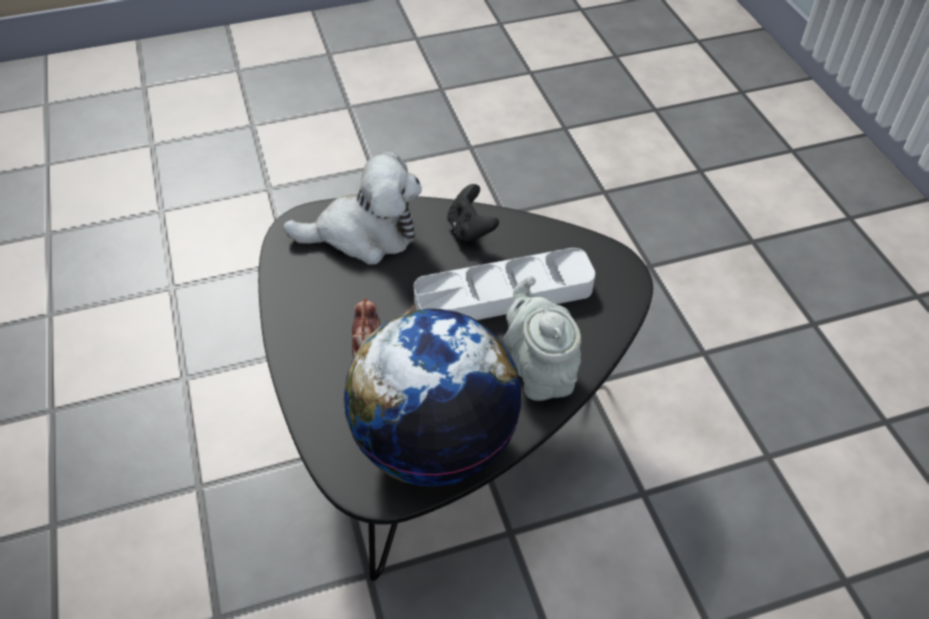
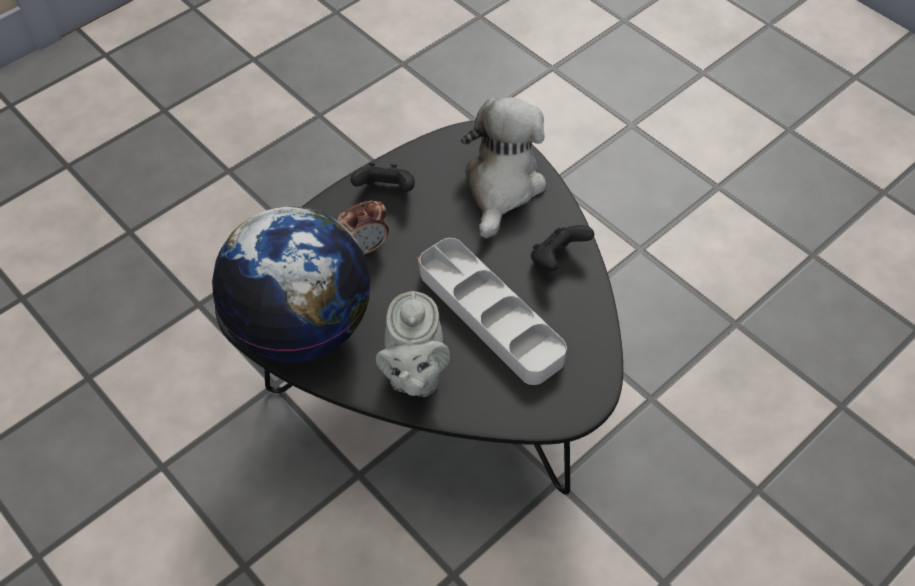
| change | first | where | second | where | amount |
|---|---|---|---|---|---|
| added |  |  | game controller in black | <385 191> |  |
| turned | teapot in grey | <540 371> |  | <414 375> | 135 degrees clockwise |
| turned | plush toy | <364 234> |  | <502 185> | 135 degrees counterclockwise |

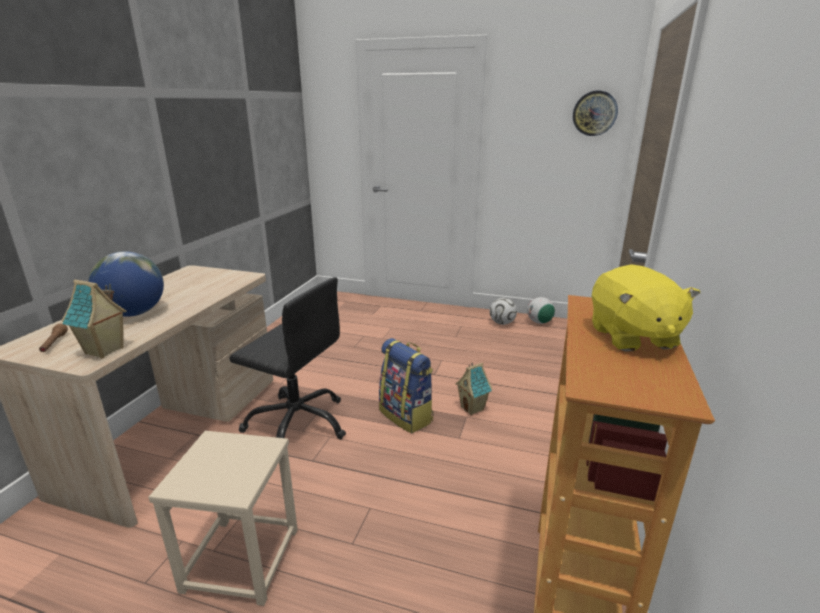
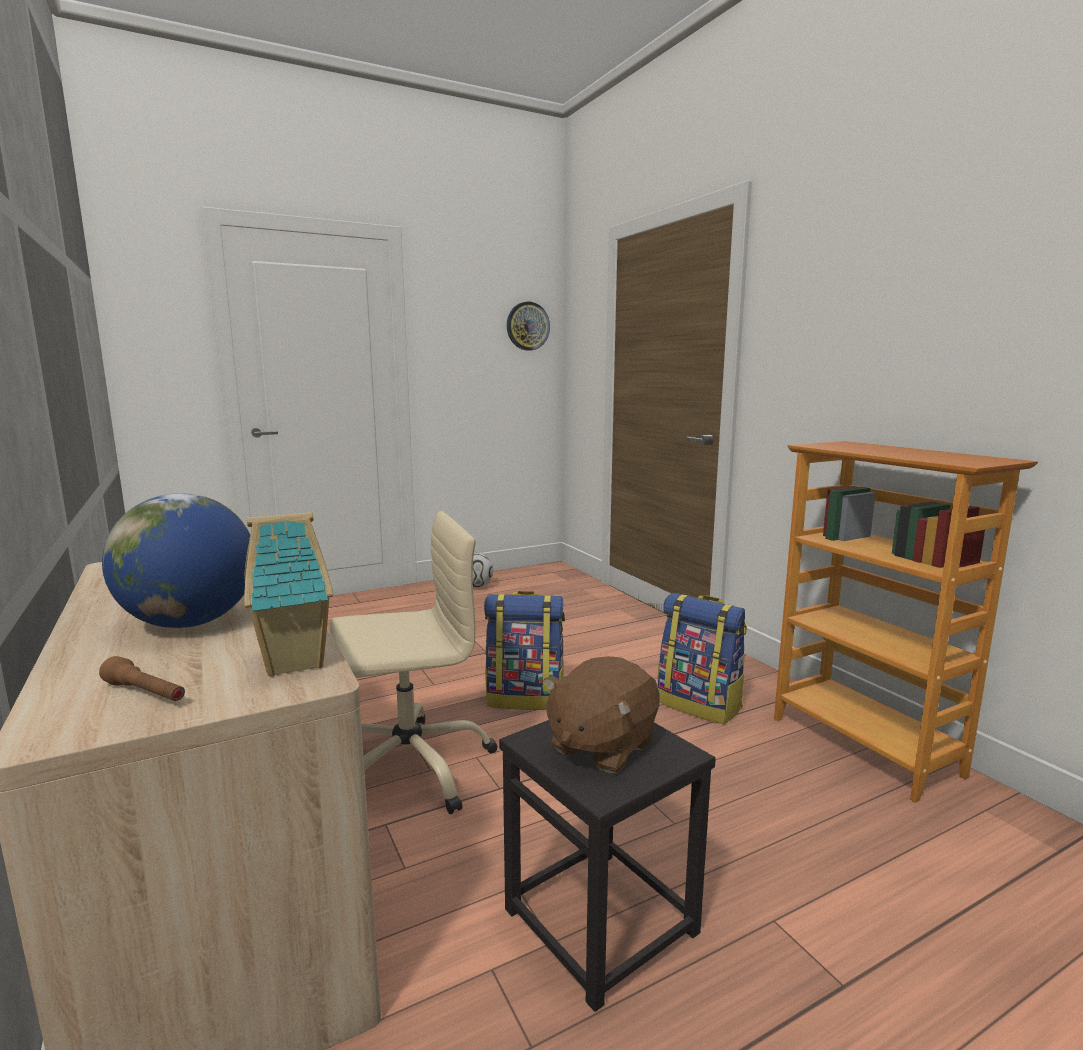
| change | first | where | second | where | amount |
|---|---|---|---|---|---|
| recoloured | office chair in black | <297 423> | office chair in beige | <409 767> |  |
| recoloured | stool in beige | <242 559> | stool in black | <602 920> |  |
| added |  |  | plush toy in brown | <601 746> |  |
| added |  |  | backpack | <700 705> |  |
| removed | toy house | <473 408> |  |  |  |
| removed | football | <539 322> |  |  |  |
| removed | plush toy in yellow | <631 337> |  |  |  |

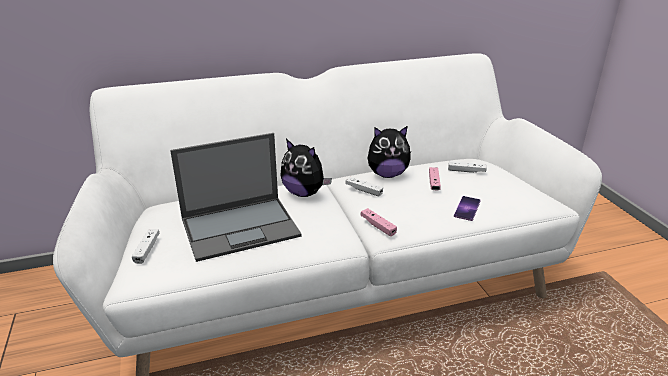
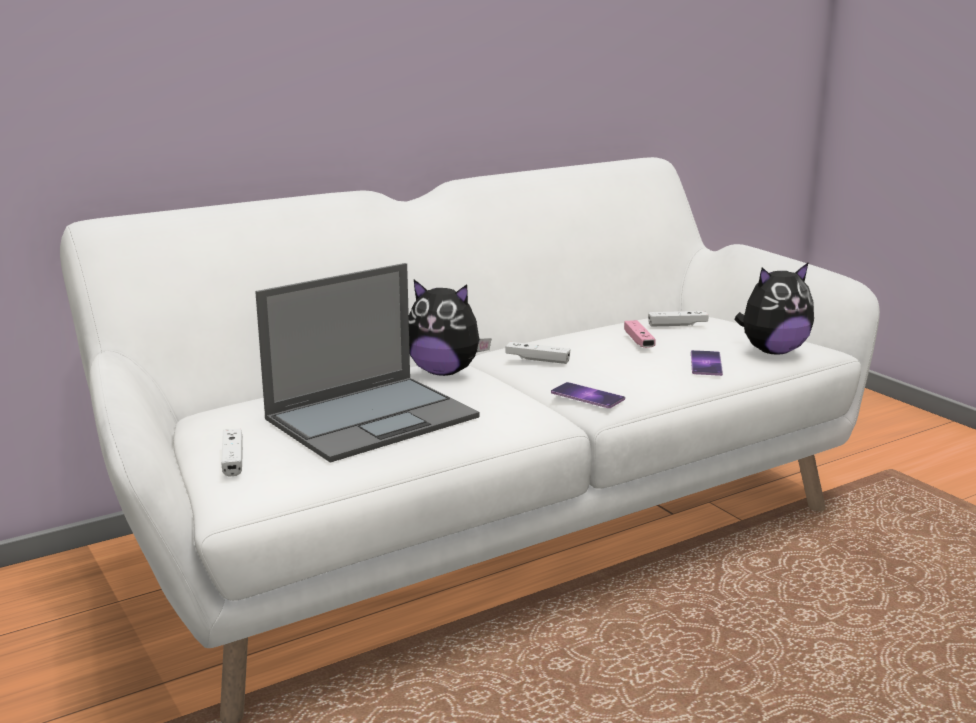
| change | first | where | second | where | amount |
|---|---|---|---|---|---|
| replaced | game controller in pink | <378 226> | phone | <587 396> |  |
| moved | plush toy | <387 174> |  | <772 351> |  |

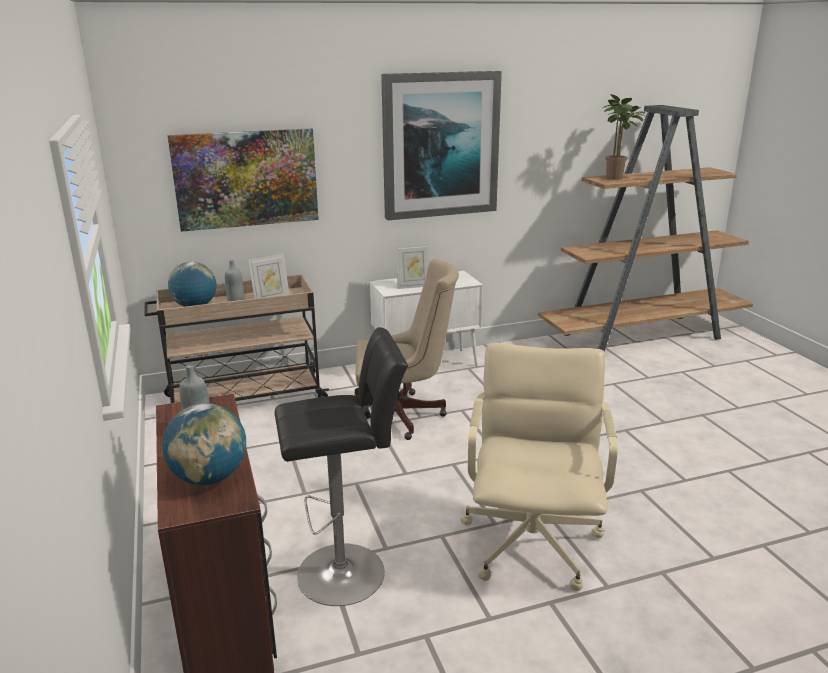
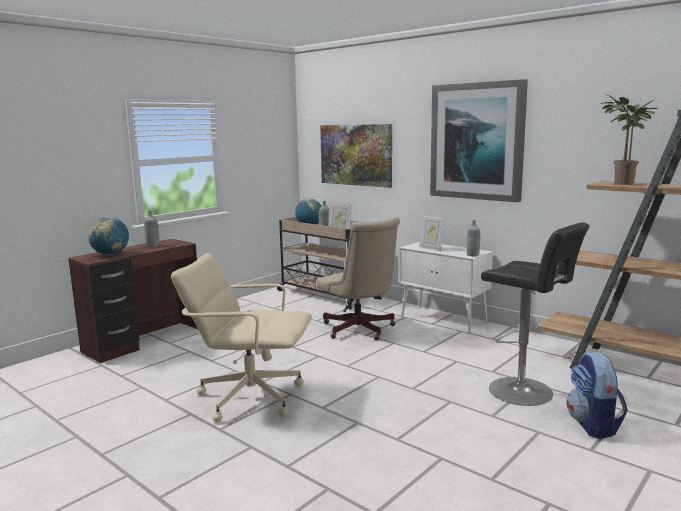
| change | first | where | second | where | amount |
|---|---|---|---|---|---|
| turned | office chair in beige | <532 543> |  | <249 397> | 150 degrees counterclockwise |
| added |  |  | bottle in grey | <472 255> |  |
| moved | stool in black | <348 572> |  | <525 392> |  |
| added |  |  | backpack | <593 425> |  |

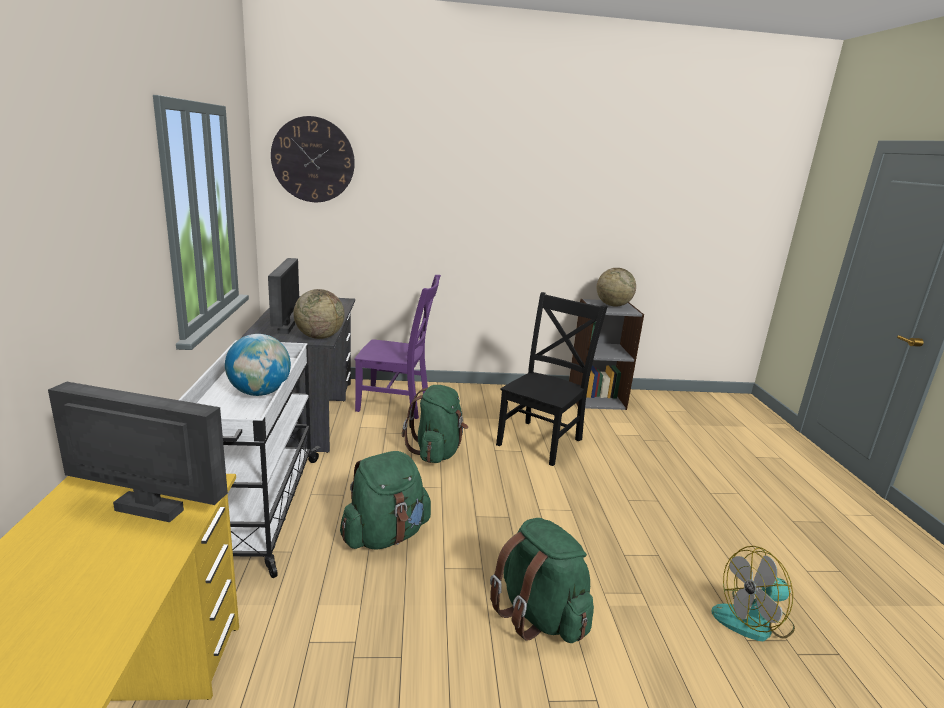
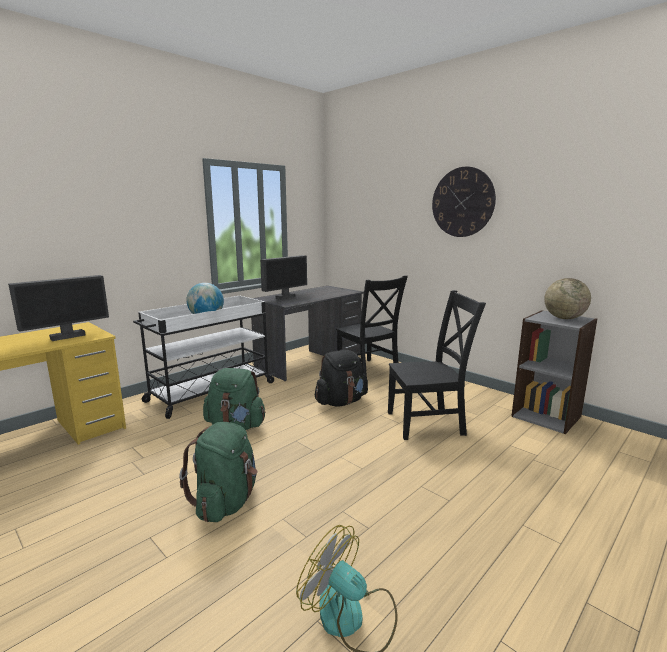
| change | first | where | second | where | amount |
|---|---|---|---|---|---|
| turned | monitor | <147 512> |  | <67 337> | 75 degrees clockwise |
| recoloured | backpack in green | <436 452> | backpack in black | <341 402> |  |
| recoloured | chair in purple | <397 403> | chair in black | <368 371> |  |
| moved | wall clock | <313 160> |  | <462 202> |  |
| removed | globe | <319 337> |  |  |  |

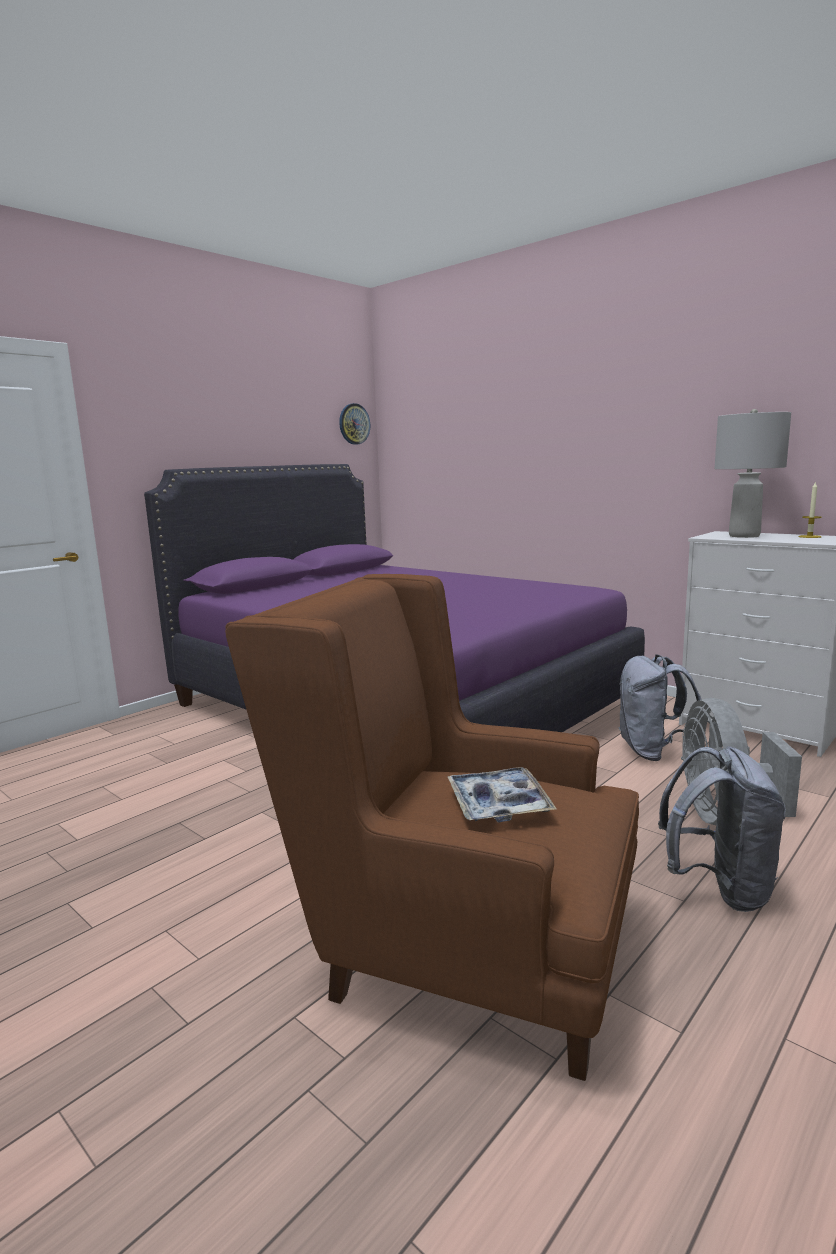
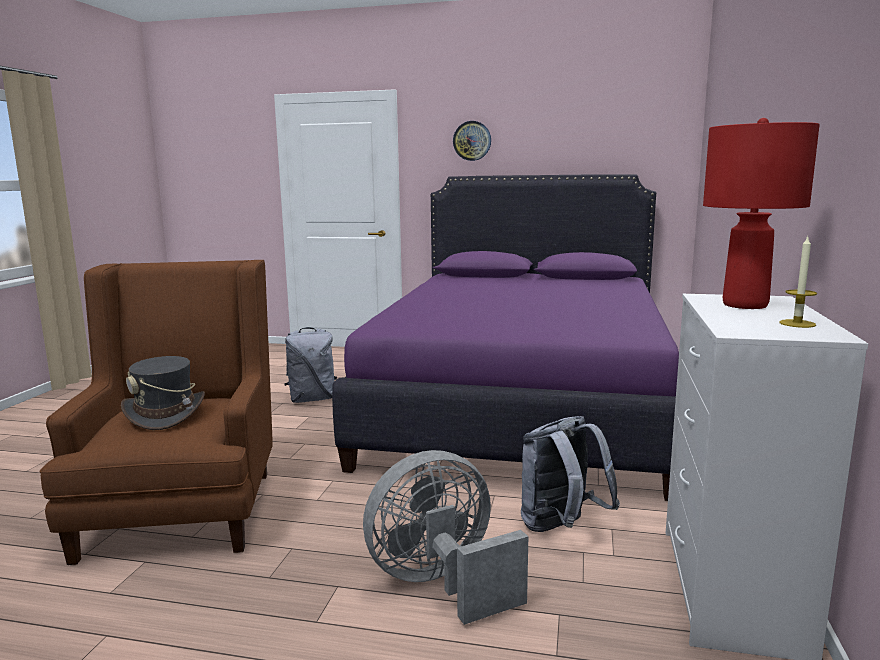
| change | first | where | second | where | amount |
|---|---|---|---|---|---|
| replaced | tray | <499 804> | hat in grey | <166 414> |  |
| moved | backpack in grey | <719 888> |  | <312 399> |  |
| moved | wall clock | <354 424> |  | <472 141> |  |
| recoloured | table lamp in grey | <745 536> | table lamp in red | <745 305> |  |

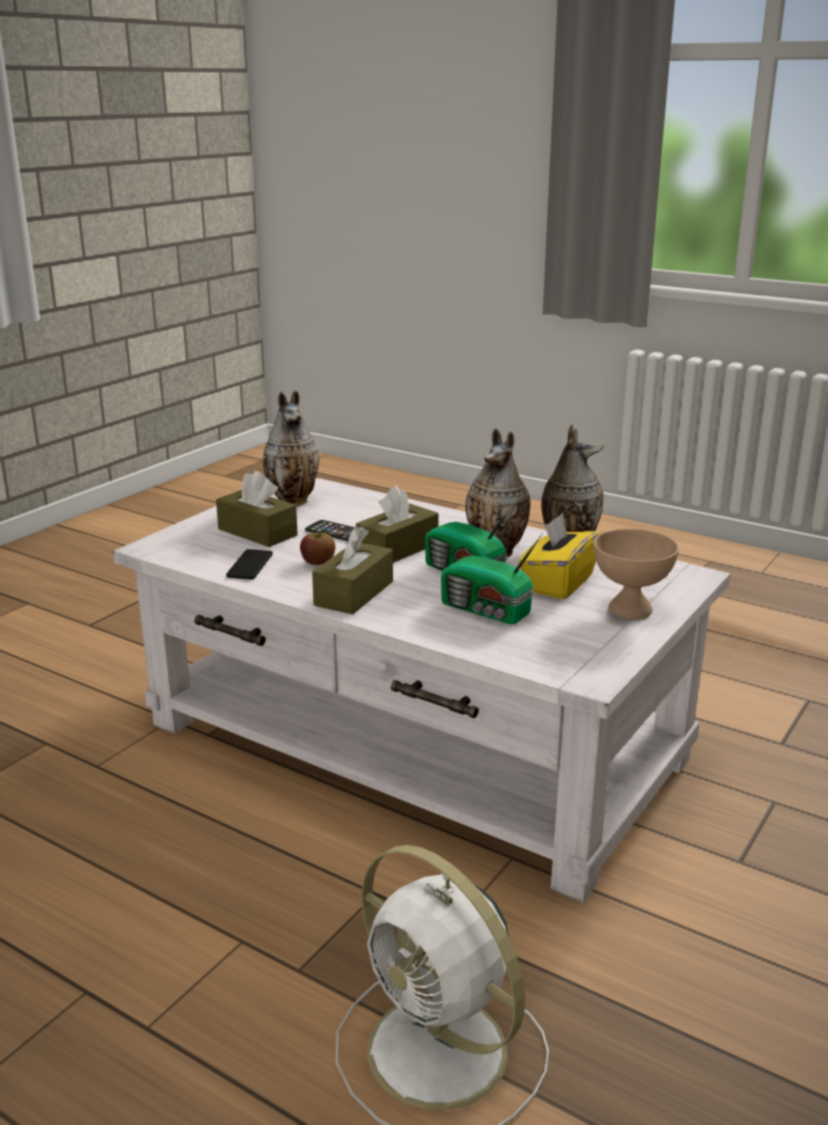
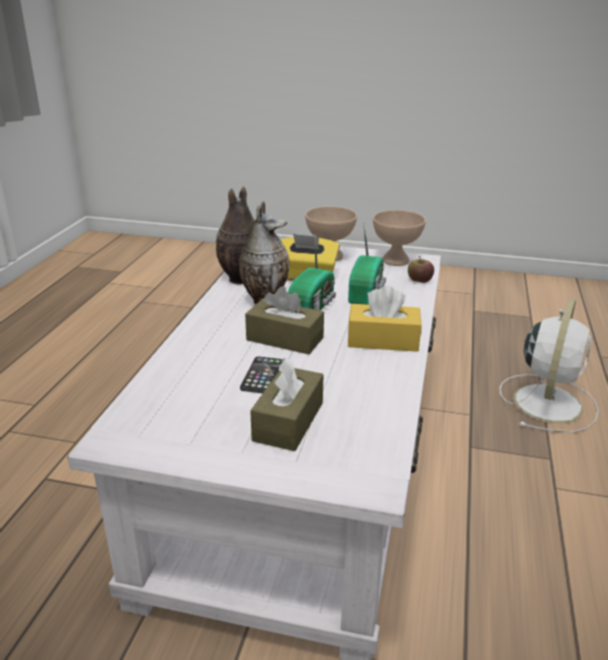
| change | first | where | second | where | amount |
|---|---|---|---|---|---|
| recoloured | tissue box in brown | <354 593> | tissue box in yellow | <383 340> |  |
| added |  |  | bowl in beige | <396 260> |  |
| moved | apple | <318 561> |  | <419 280> |  |
| removed | phone | <250 565> |  |  |  |
| removed | vase | <294 501> |  |  |  |

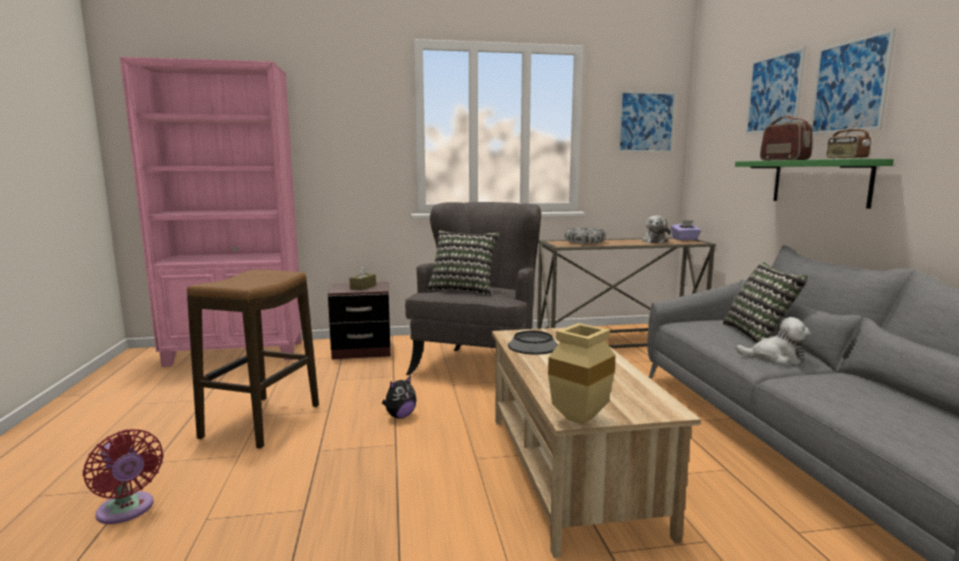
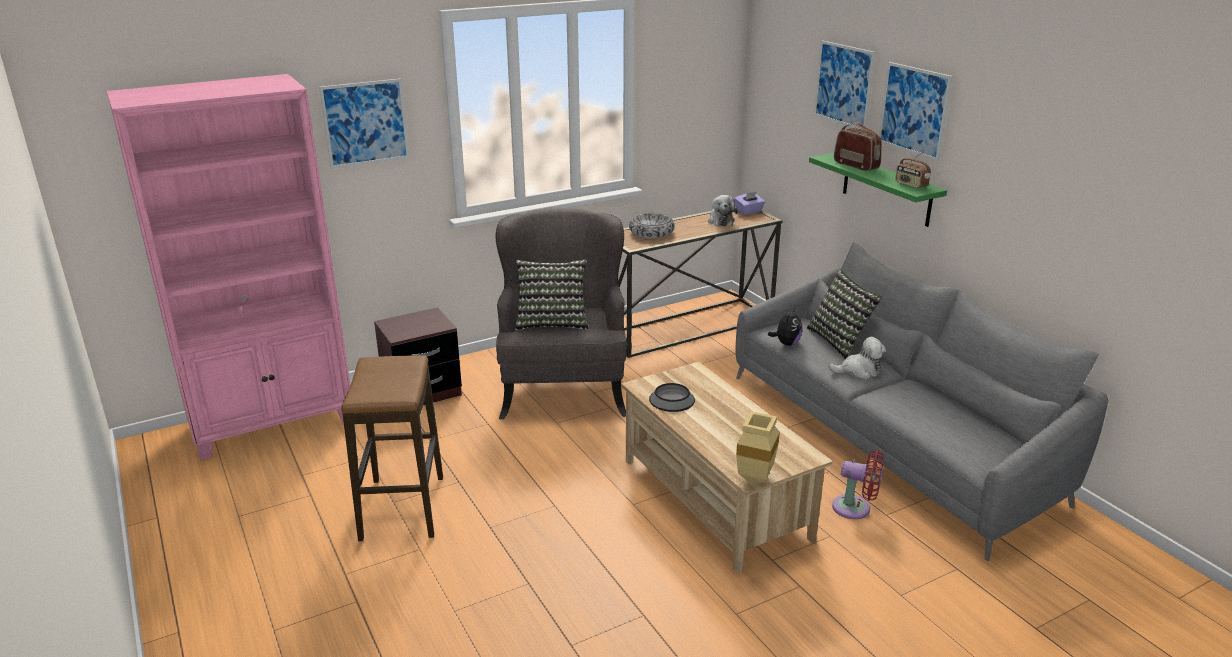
| change | first | where | second | where | amount |
|---|---|---|---|---|---|
| moved | picture | <646 122> |  | <365 123> |  |
| moved | plush toy | <400 416> |  | <786 343> |  |
| moved | fan in red | <127 511> |  | <855 508> |  |
| removed | tissue box in brown | <363 287> |  |  |  |

